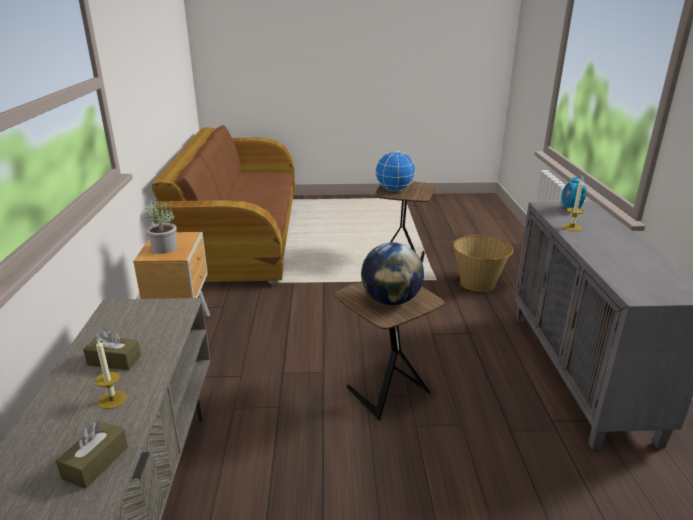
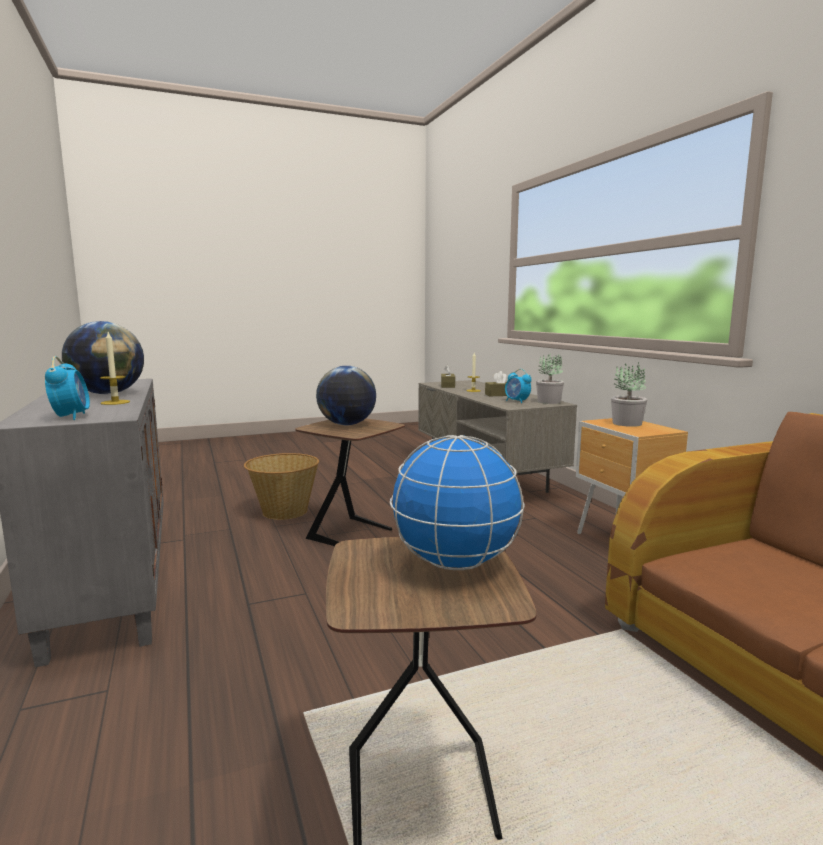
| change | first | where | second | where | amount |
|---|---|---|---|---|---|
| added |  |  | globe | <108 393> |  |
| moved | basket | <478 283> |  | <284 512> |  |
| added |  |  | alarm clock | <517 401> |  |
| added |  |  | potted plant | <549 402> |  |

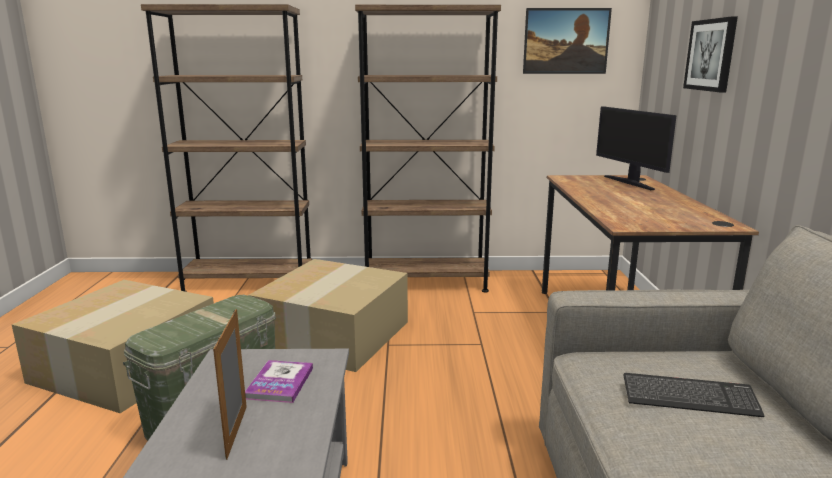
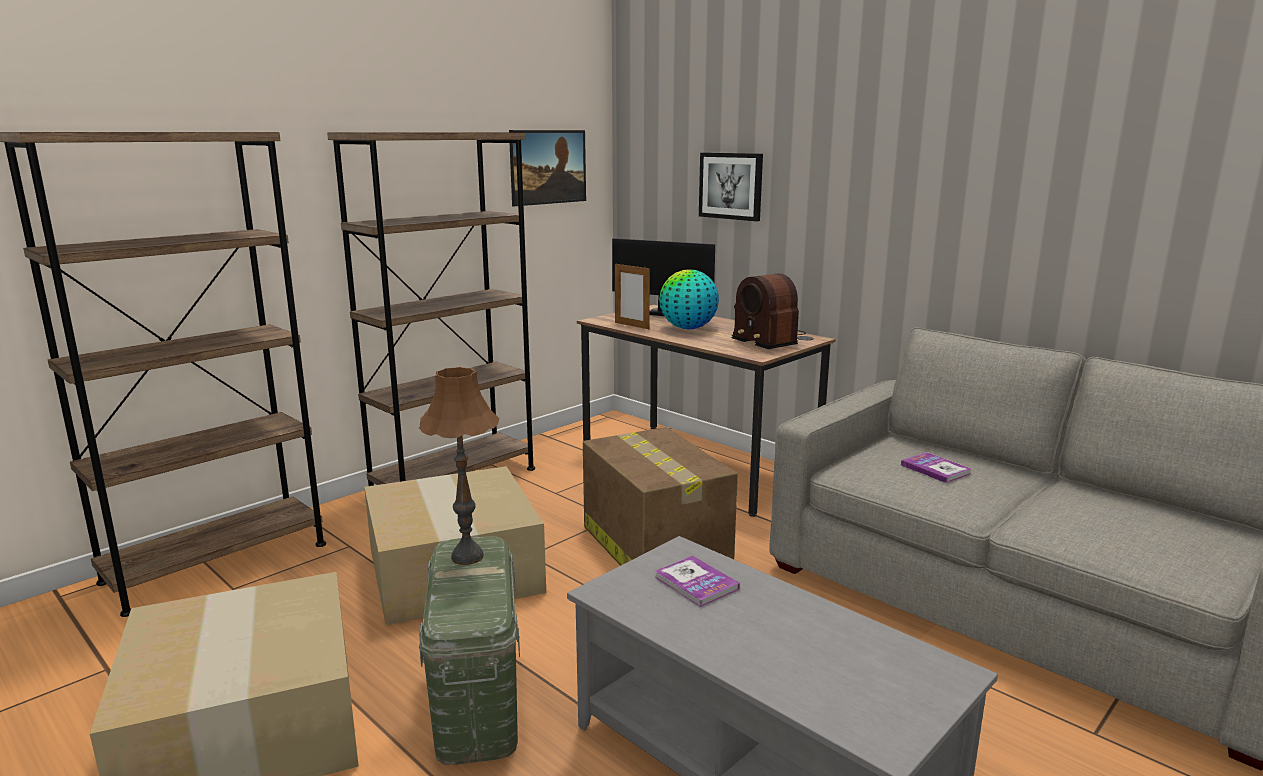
| change | first | where | second | where | amount |
|---|---|---|---|---|---|
| added |  |  | table lamp in brown | <467 556> |  |
| added |  |  | cardboard box | <654 545> |  |
| moved | picture frame | <237 431> |  | <632 326> |  |
| added |  |  | globe | <688 328> |  |
| added |  |  | radio | <767 339> |  |
| replaced | keyboard | <689 397> | book | <935 469> |  |

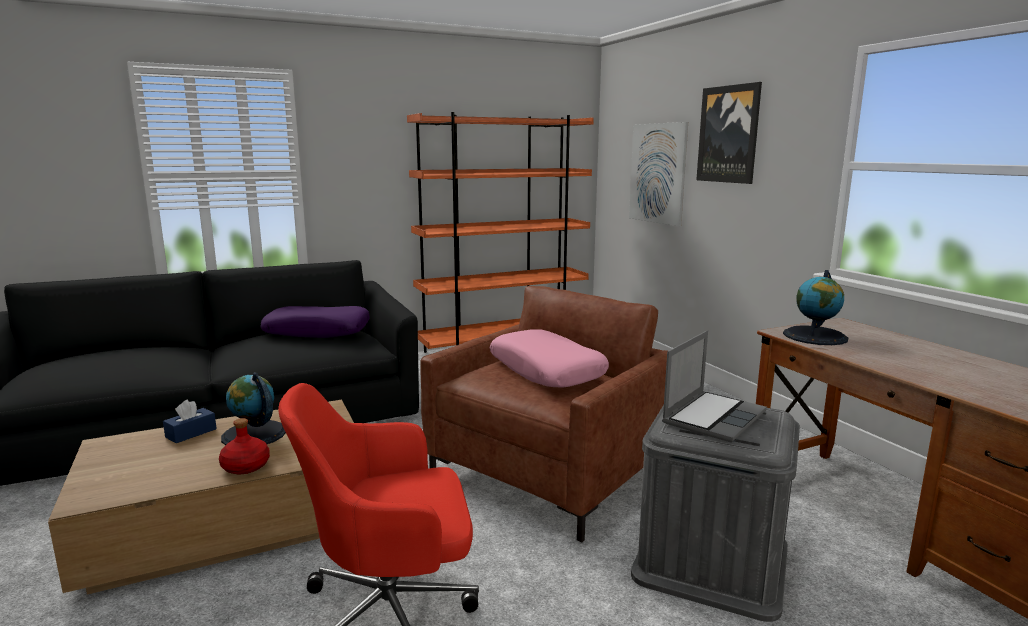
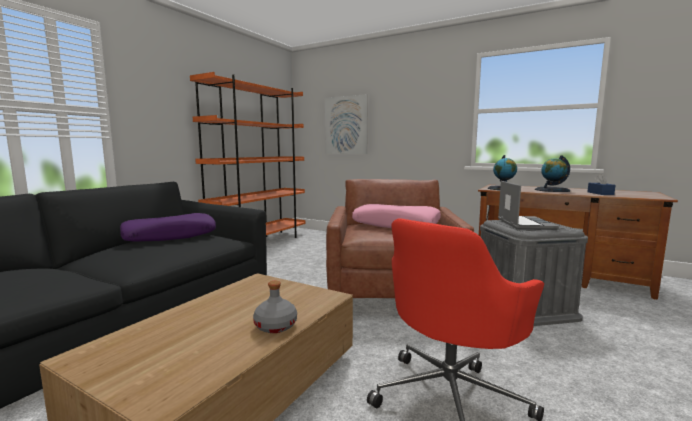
| change | first | where | second | where | amount |
|---|---|---|---|---|---|
| recoloured | bottle in red | <246 466> | bottle in grey | <276 326> |  |
| moved | globe | <254 434> |  | <552 190> |  |
| moved | tissue box in blue | <191 433> |  | <600 193> |  |
| removed | picture | <729 134> |  |  |  |

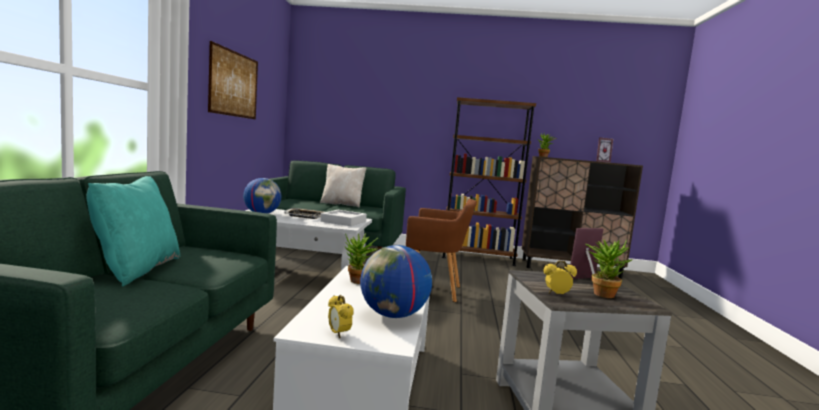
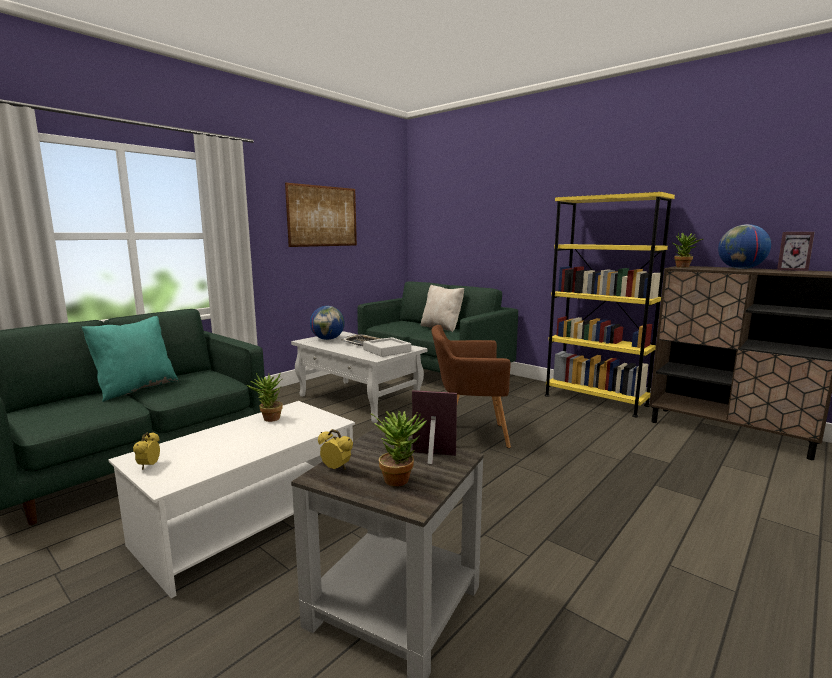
| change | first | where | second | where | amount |
|---|---|---|---|---|---|
| turned | armchair in brown | <433 290> |  | <468 435> | 135 degrees clockwise |
| recoloured | bookcase in brown | <478 258> | bookcase in yellow | <595 400> |  |
| moved | globe | <393 315> |  | <740 269> |  |

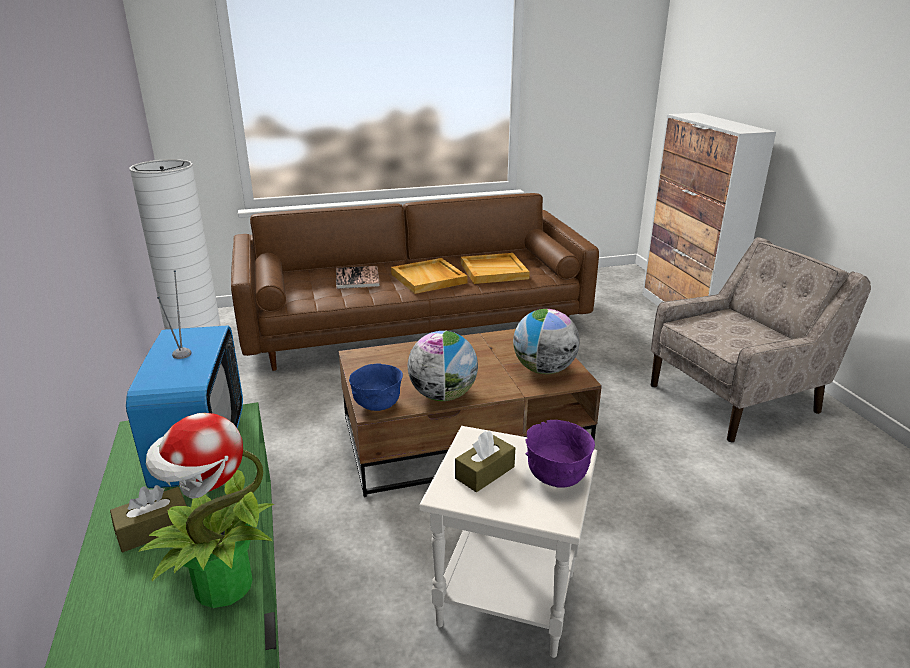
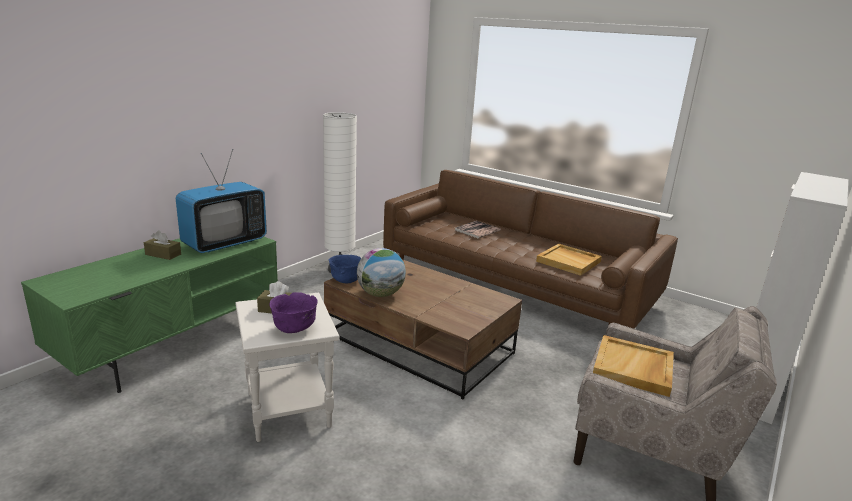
| change | first | where | second | where | amount |
|---|---|---|---|---|---|
| moved | tray in beige | <429 278> |  | <633 368> |  |
| removed | potted plant | <221 586> |  |  |  |
| removed | globe | <544 370> |  |  |  |

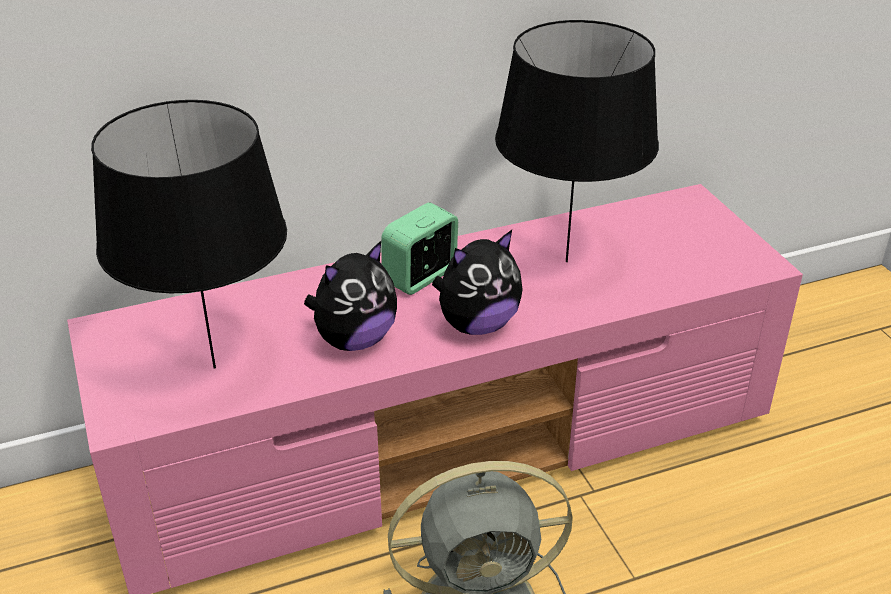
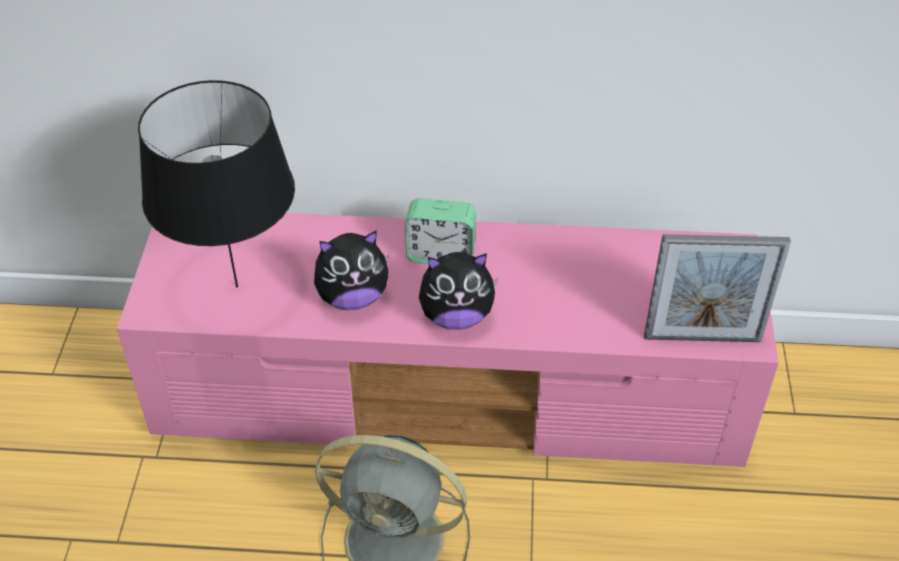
| change | first | where | second | where | amount |
|---|---|---|---|---|---|
| turned | alarm clock | <420 277> |  | <441 254> | 150 degrees counterclockwise |
| added |  |  | picture frame | <702 338> |  |
| removed | table lamp in black | <566 262> |  |  |  |

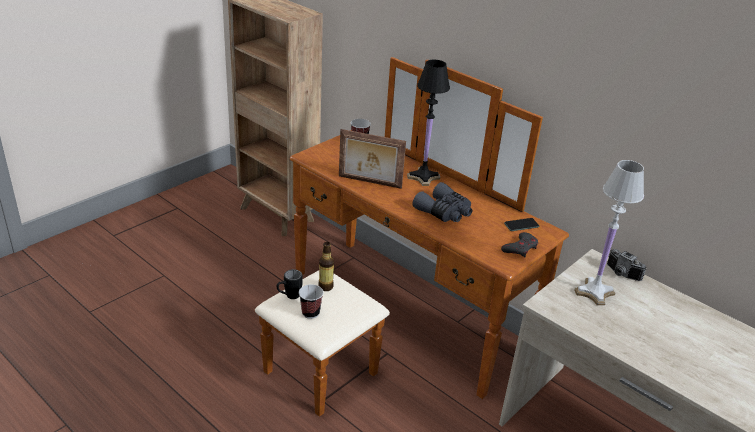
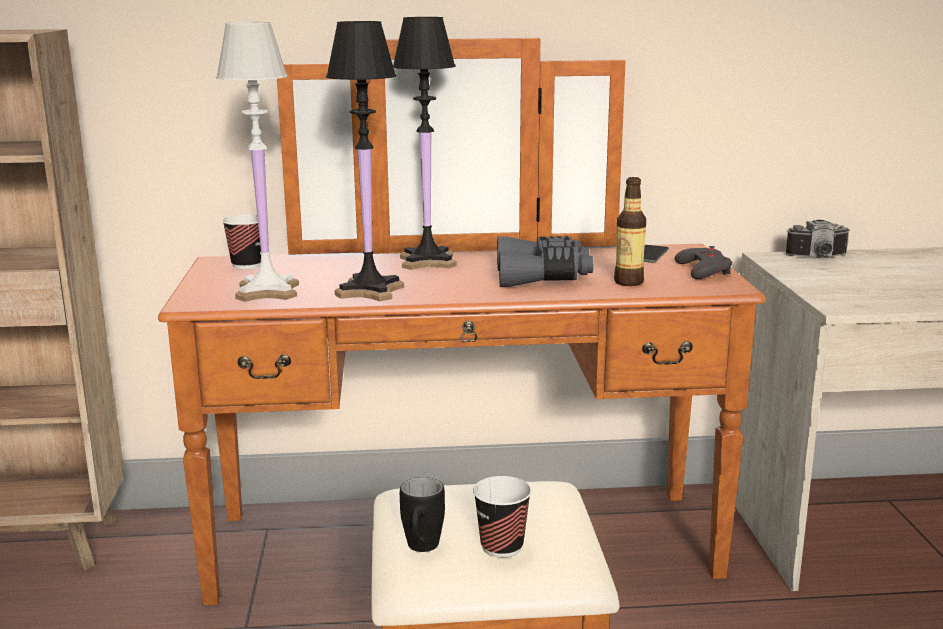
| change | first | where | second | where | amount |
|---|---|---|---|---|---|
| moved | table lamp in white | <594 292> |  | <267 292> |  |
| replaced | picture frame | <369 182> | table lamp in black | <370 291> |  |
| moved | bottle | <325 287> |  | <628 282> |  |

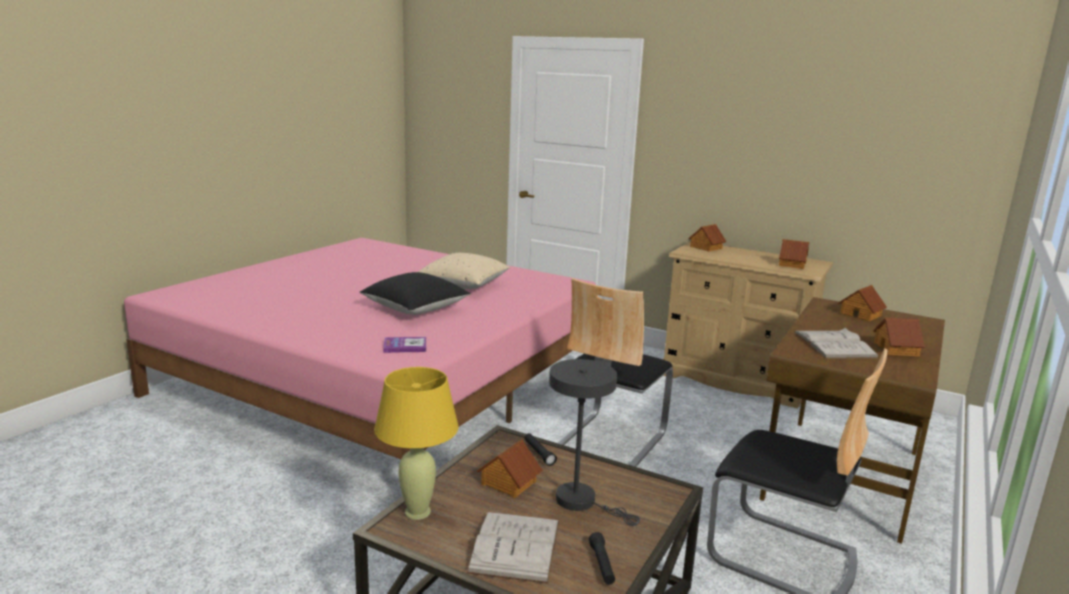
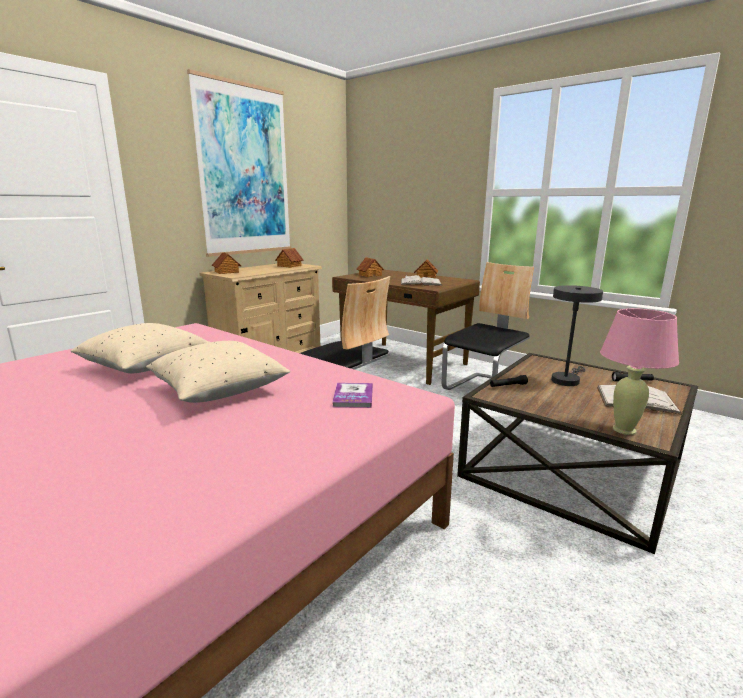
| change | first | where | second | where | amount |
|---|---|---|---|---|---|
| recoloured | pillow in black | <415 309> | pillow in beige | <219 391> |  |
| added |  |  | picture | <244 171> |  |
| recoloured | table lamp in yellow | <418 512> | table lamp in pink | <623 429> |  |
| removed | toy house | <508 483> |  |  |  |

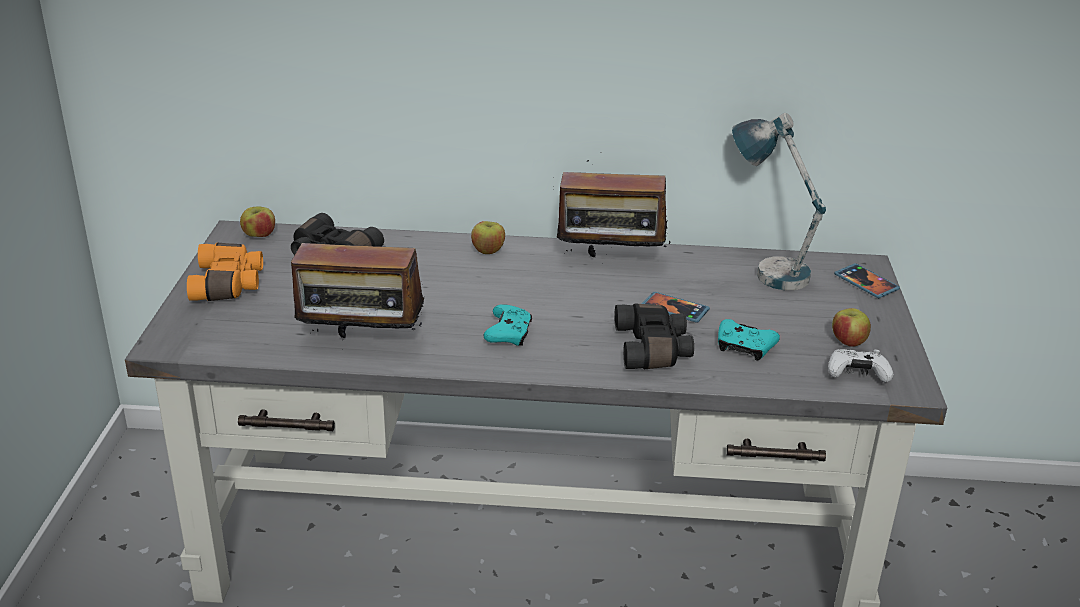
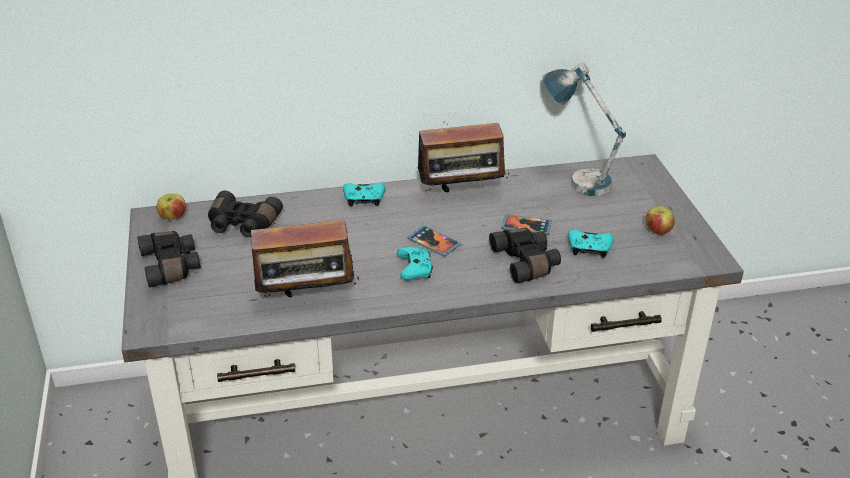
| change | first | where | second | where | amount |
|---|---|---|---|---|---|
| recoloured | binoculars in orange | <229 284> | binoculars in black | <172 266> |  |
| replaced | apple | <488 251> | game controller in turquoise | <364 200> |  |
| moved | phone | <866 283> |  | <433 242> |  |
| removed | game controller in white | <857 374> |  |  |  |

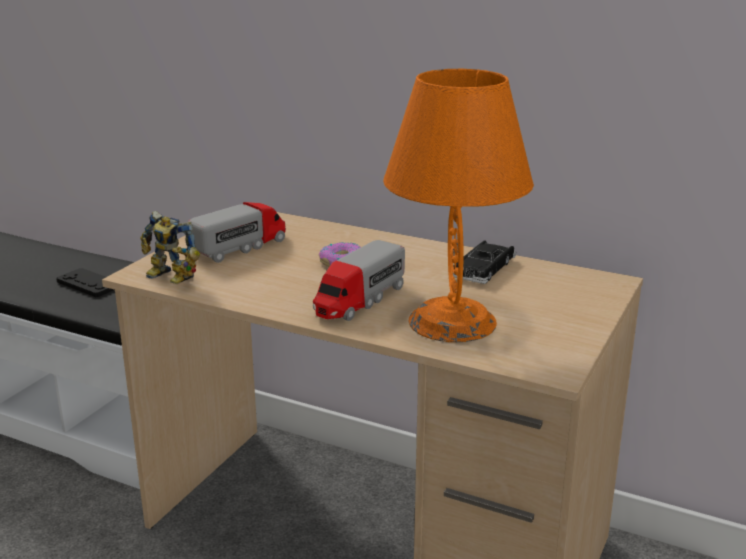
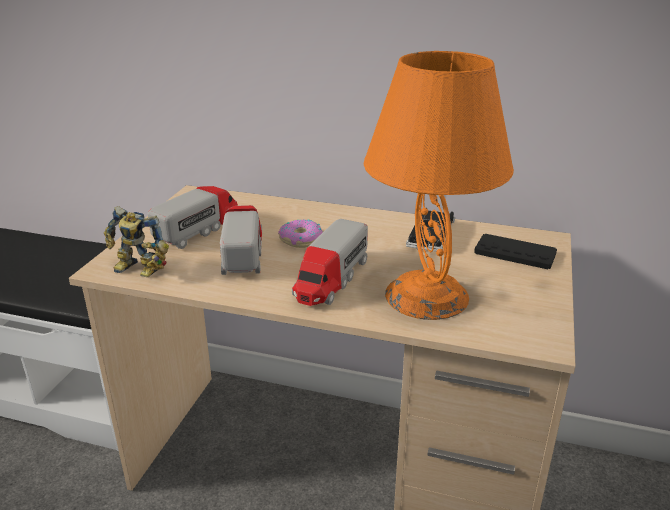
| change | first | where | second | where | amount |
|---|---|---|---|---|---|
| added |  |  | toy truck | <243 253> |  |
| moved | game controller in black | <88 284> |  | <515 253> |  |

